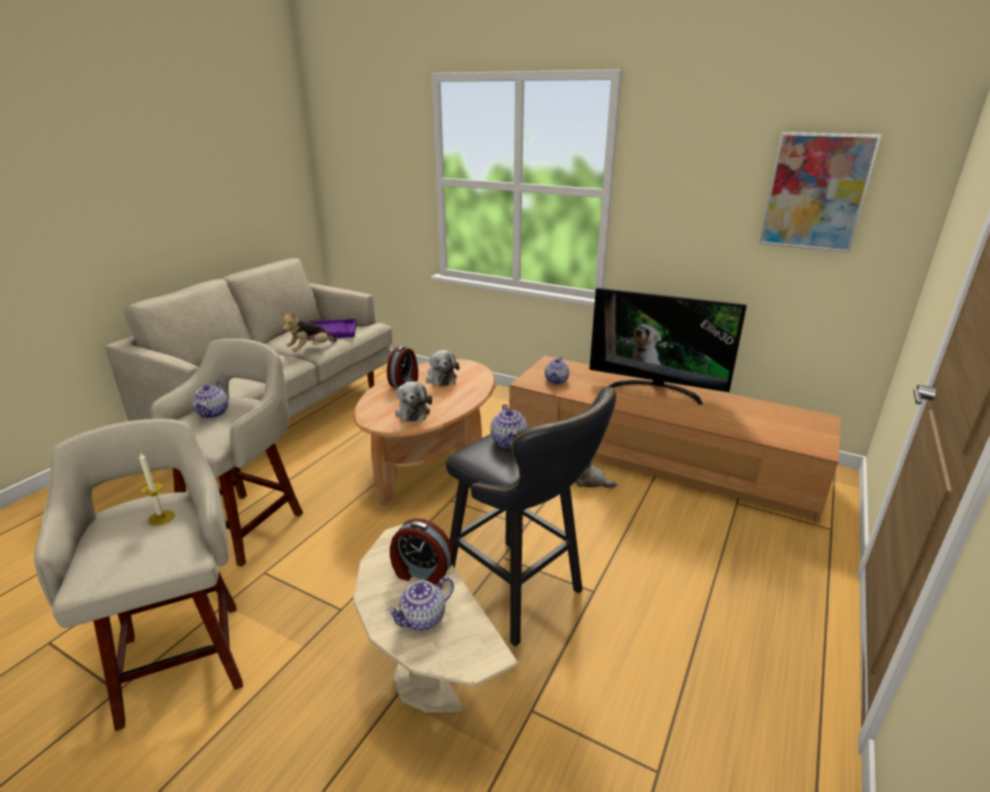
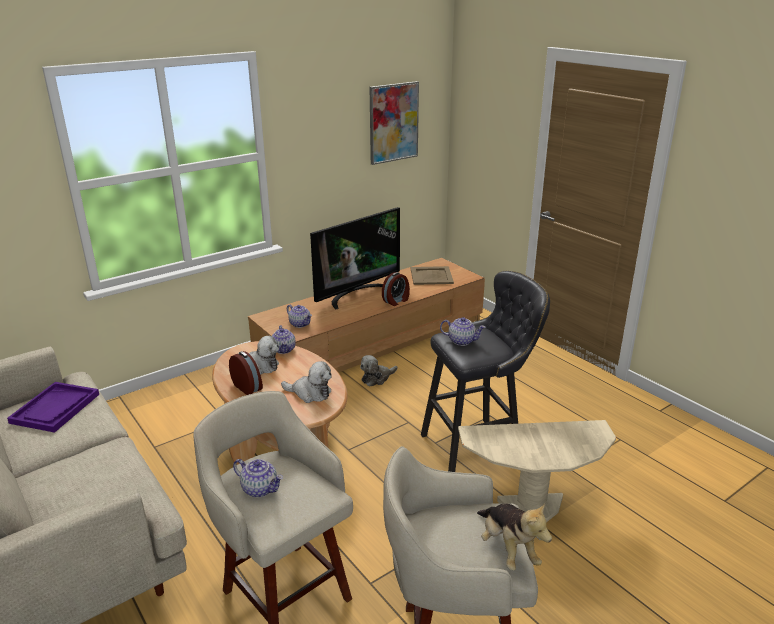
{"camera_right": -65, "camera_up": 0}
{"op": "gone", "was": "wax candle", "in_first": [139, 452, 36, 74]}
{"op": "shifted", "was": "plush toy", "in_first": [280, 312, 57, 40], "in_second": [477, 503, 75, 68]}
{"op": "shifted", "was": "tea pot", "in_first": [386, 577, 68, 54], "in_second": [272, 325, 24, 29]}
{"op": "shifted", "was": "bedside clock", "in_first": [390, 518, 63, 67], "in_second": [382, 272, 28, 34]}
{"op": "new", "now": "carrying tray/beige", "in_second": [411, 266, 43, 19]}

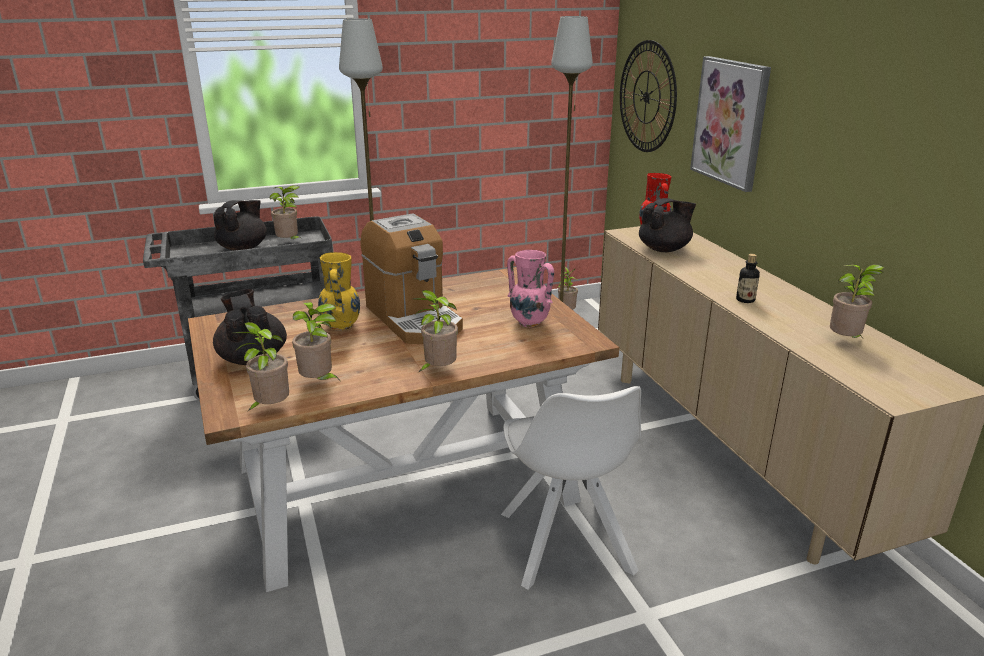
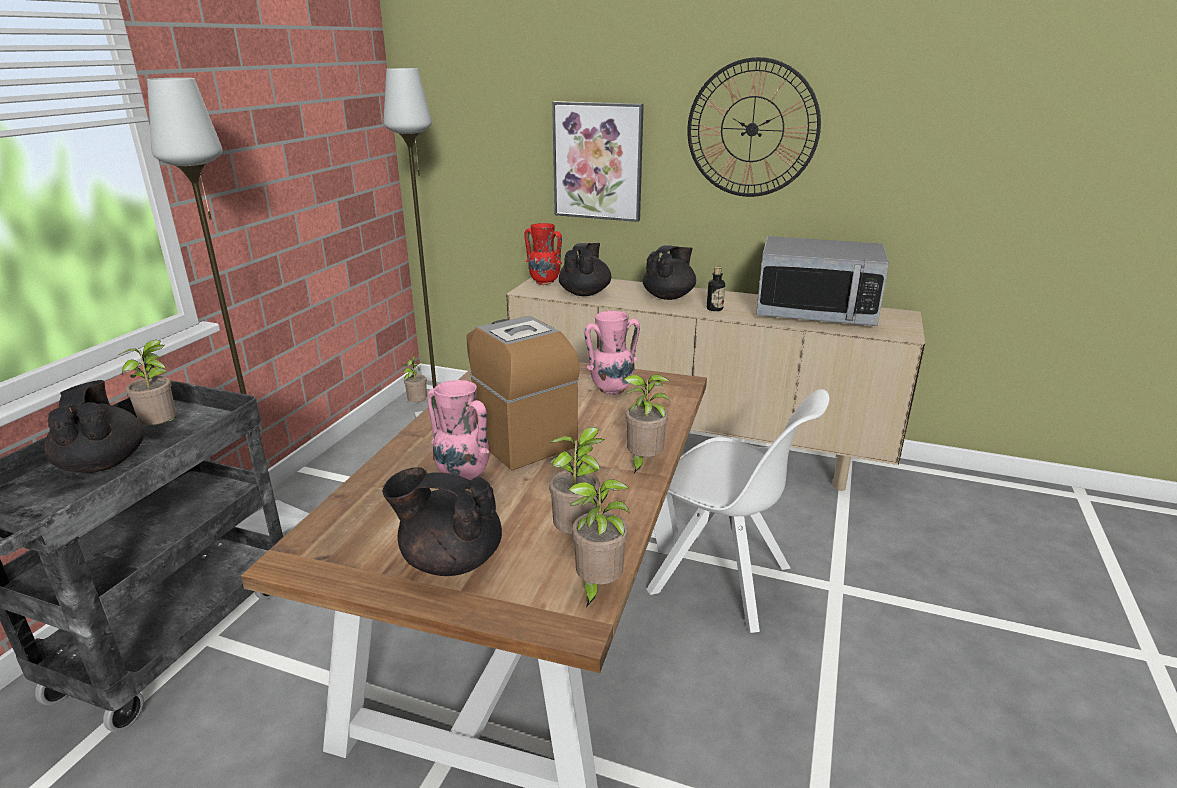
{"camera_right": -50, "camera_up": 0}
{"op": "repainted", "was": "decorative vase/yellow-coloured", "now": "decorative vase/pinkish", "in_first": [318, 252, 42, 78], "in_second": [427, 380, 62, 100]}
{"op": "rotated", "was": "coffee brewer", "in_first": [360, 213, 103, 131], "in_second": [466, 316, 114, 154], "clockwise": -135}
{"op": "shifted", "was": "hanging clock", "in_first": [620, 40, 57, 112], "in_second": [687, 57, 134, 140]}
{"op": "swapped", "was": "plant in a pot", "now": "microwave", "in_first": [830, 264, 54, 74], "in_second": [756, 236, 133, 90]}
{"op": "new", "now": "tea pot/black", "in_second": [643, 245, 53, 55]}

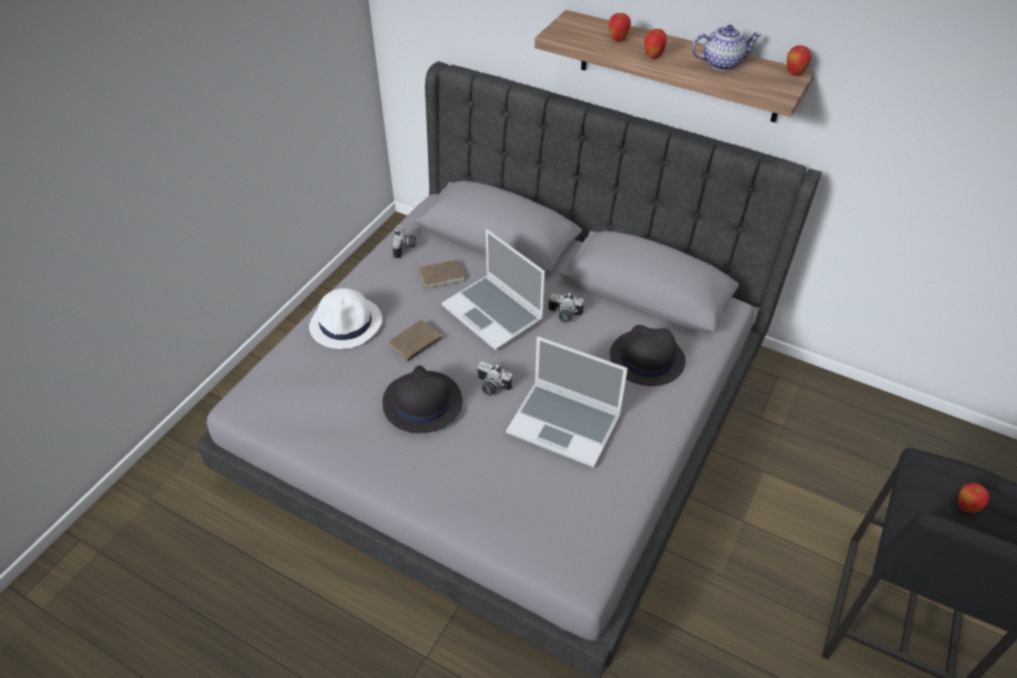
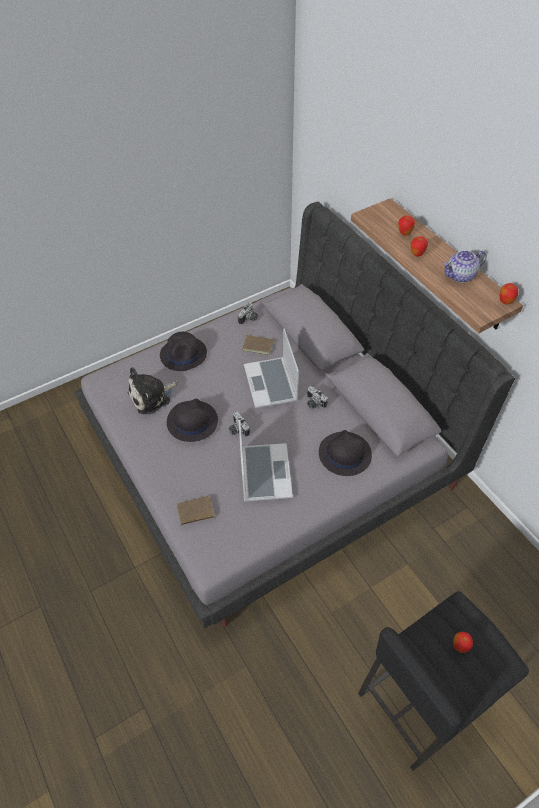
{"camera_right": 30, "camera_up": 5}
{"op": "repainted", "was": "hat/white-coloured", "now": "hat/black", "in_first": [309, 288, 73, 61], "in_second": [160, 332, 47, 39]}
{"op": "shifted", "was": "book/brownish", "in_first": [388, 319, 60, 42], "in_second": [176, 496, 40, 29]}
{"op": "rotated", "was": "portable computer", "in_first": [506, 336, 122, 132], "in_second": [239, 420, 54, 82], "clockwise": -150}
{"op": "rotated", "was": "tea pot", "in_first": [692, 25, 70, 46], "in_second": [442, 250, 45, 33], "clockwise": 135}
{"op": "new", "now": "plush toy", "in_second": [128, 367, 50, 47]}

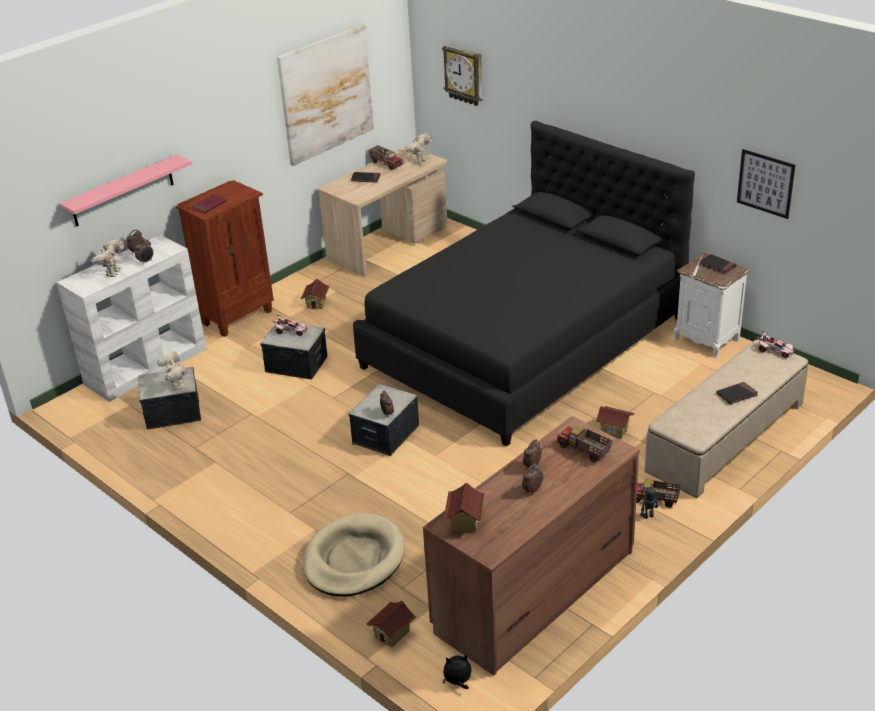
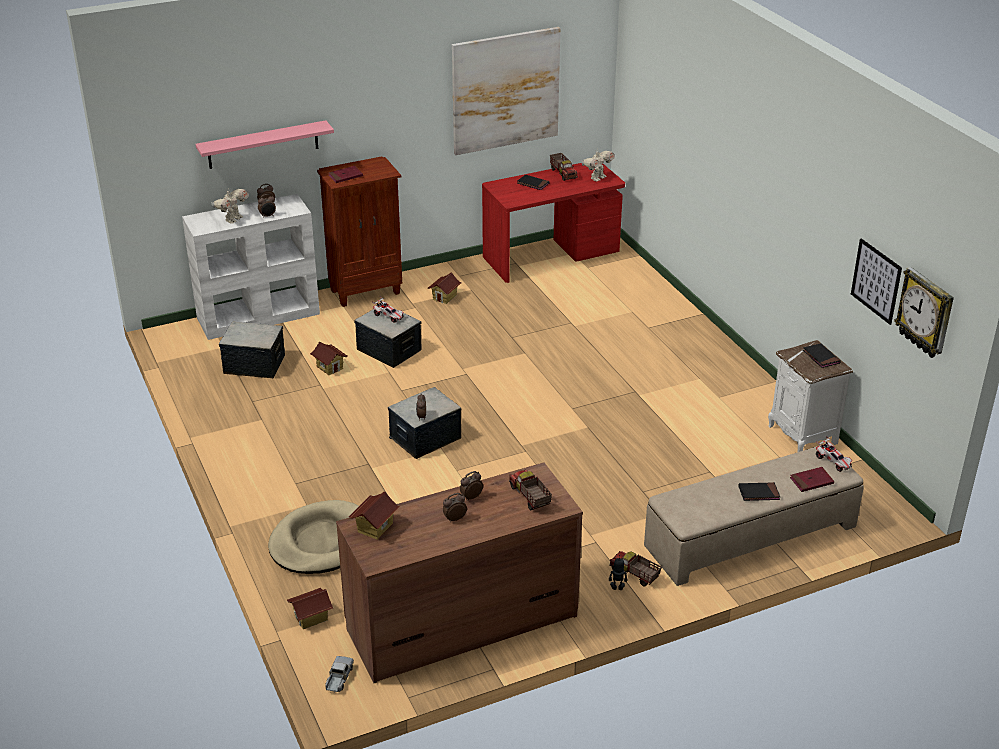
{"camera_right": 20, "camera_up": 0}
{"op": "gone", "was": "model robot", "in_first": [157, 351, 30, 39]}
{"op": "repainted", "was": "desk unit/beige", "now": "desk unit/reddish", "in_first": [319, 148, 128, 129], "in_second": [482, 163, 143, 120]}
{"op": "gone", "was": "sleeping bed/black", "in_first": [353, 121, 342, 326]}
{"op": "shifted", "was": "hanging clock", "in_first": [442, 45, 40, 61], "in_second": [894, 267, 60, 91]}
{"op": "swapped", "was": "plush toy", "now": "toy truck", "in_first": [443, 654, 28, 35], "in_second": [325, 656, 29, 37]}
{"op": "shifted", "was": "model house", "in_first": [595, 406, 39, 33], "in_second": [310, 342, 38, 33]}
{"op": "new", "now": "book/reddish", "in_second": [790, 467, 44, 25]}

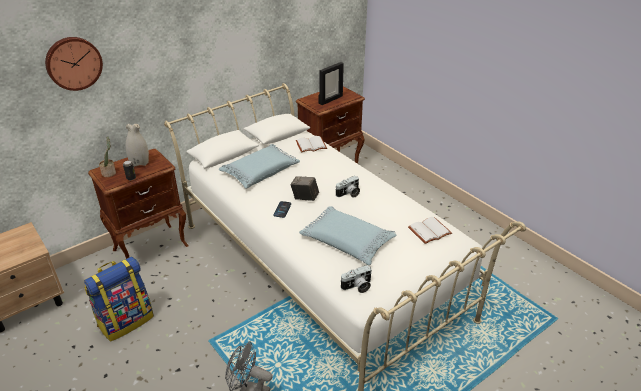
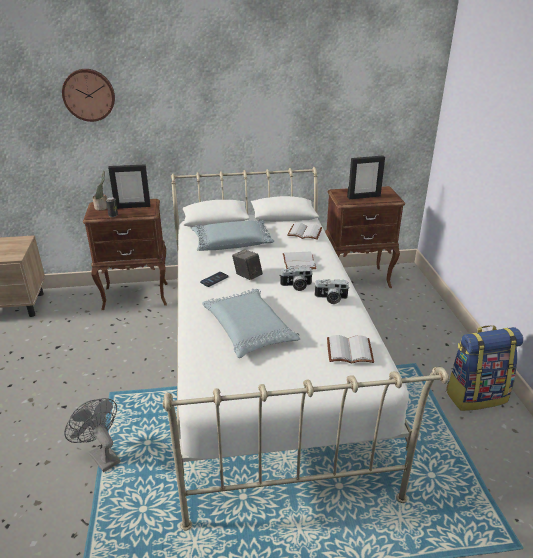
{"camera_right": 30, "camera_up": -5}
{"op": "shifted", "was": "backpack", "in_first": [84, 257, 70, 84], "in_second": [446, 325, 77, 86]}
{"op": "swapped", "was": "decorative vase/white-coloured", "now": "standing frame", "in_first": [126, 123, 23, 44], "in_second": [108, 164, 43, 45]}
{"op": "shifted", "was": "photo camera", "in_first": [340, 265, 32, 28], "in_second": [314, 279, 36, 25]}
{"op": "new", "now": "book/white-coloured", "in_second": [283, 252, 34, 17]}

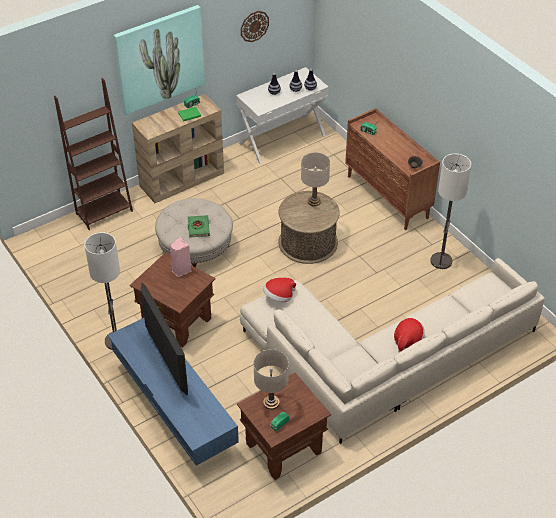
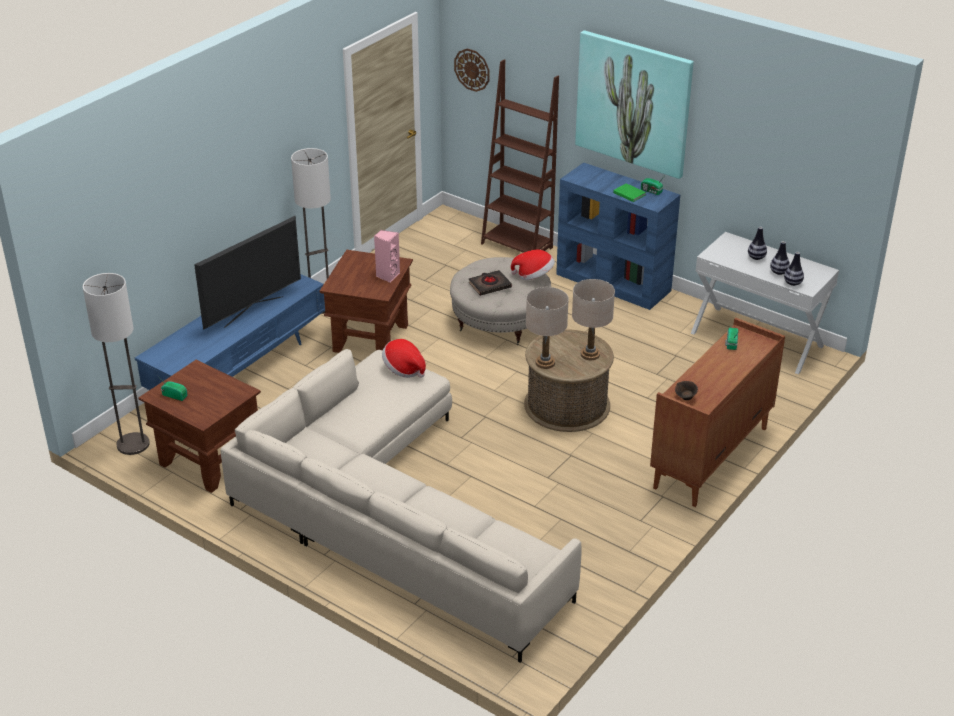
{"camera_right": 70, "camera_up": -10}
{"op": "repainted", "was": "shelving unit/brownish", "now": "shelving unit/bluish", "in_first": [132, 94, 92, 109], "in_second": [556, 162, 124, 148]}
{"op": "repainted", "was": "book/greenish", "now": "book/black", "in_first": [188, 215, 22, 23], "in_second": [468, 270, 44, 26]}
{"op": "shifted", "was": "hanging clock", "in_first": [241, 11, 28, 31], "in_second": [454, 49, 36, 43]}
{"op": "shifted", "was": "table lamp/beige", "in_first": [254, 349, 35, 61], "in_second": [526, 287, 43, 82]}
{"op": "shifted", "was": "hat", "in_first": [394, 318, 31, 35], "in_second": [511, 250, 44, 30]}
{"op": "shifted", "was": "standing lamp", "in_first": [430, 154, 41, 115], "in_second": [83, 273, 67, 182]}

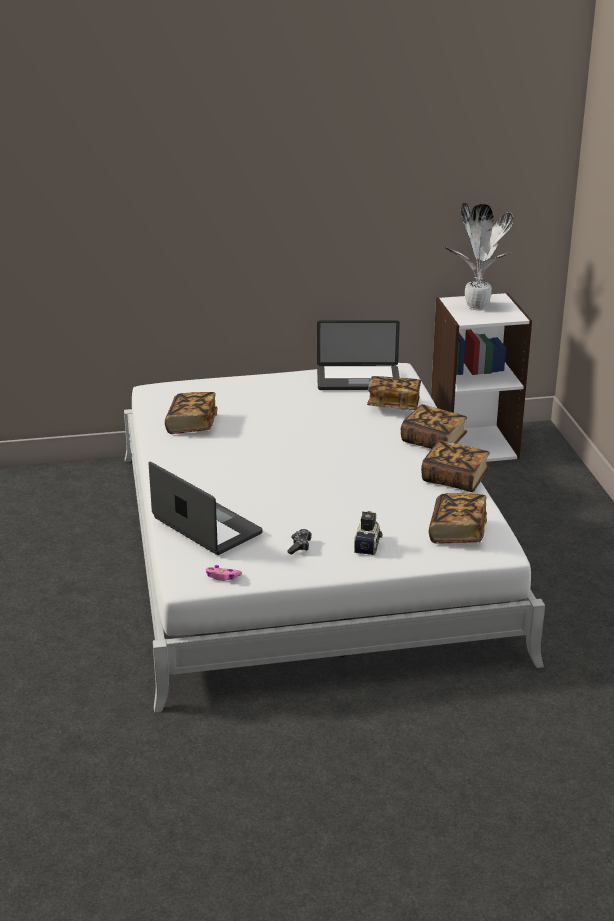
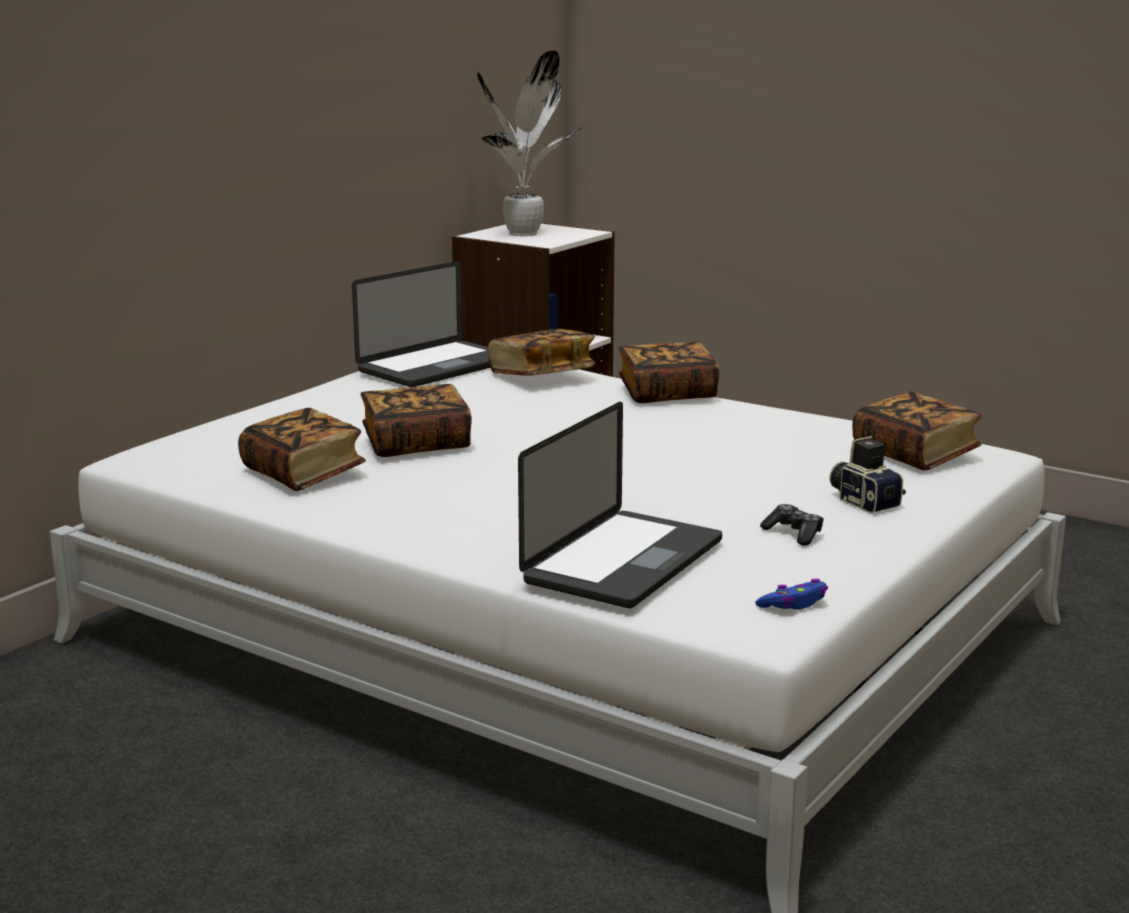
{"camera_right": -45, "camera_up": -10}
{"op": "rotated", "was": "portable computer", "in_first": [149, 462, 114, 93], "in_second": [518, 402, 204, 206], "clockwise": 120}
{"op": "repainted", "was": "joypad/pinkish", "now": "joypad/bluish", "in_first": [206, 565, 36, 16], "in_second": [755, 579, 73, 31]}
{"op": "shifted", "was": "book", "in_first": [421, 440, 69, 52], "in_second": [360, 384, 112, 73]}

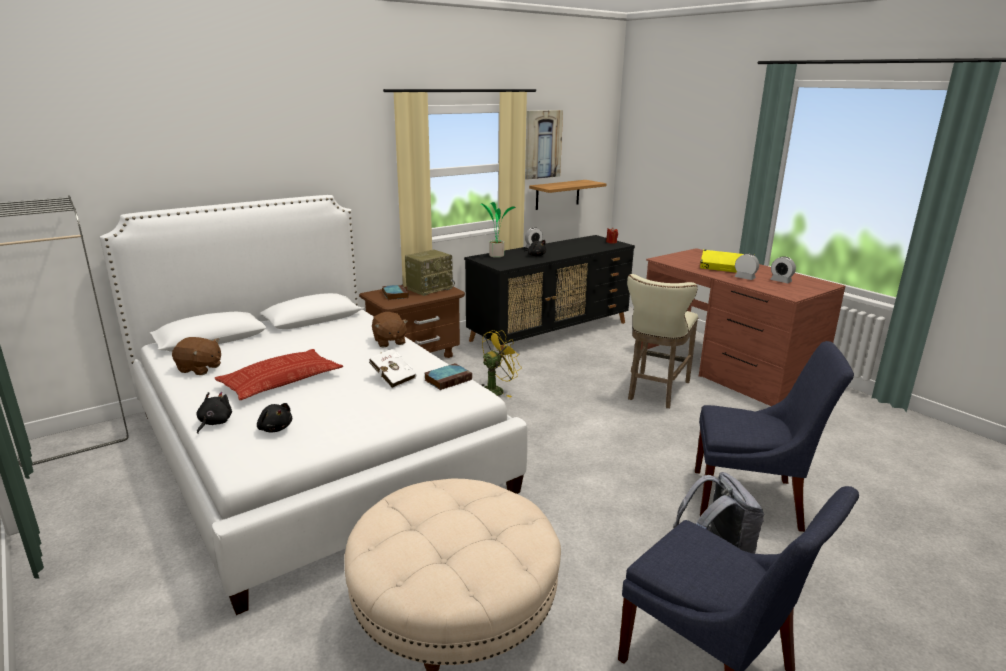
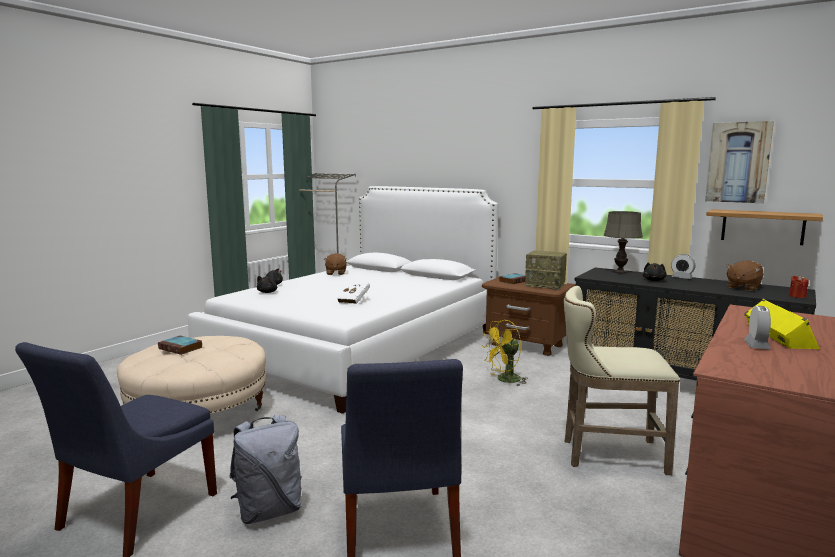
{"camera_right": 70, "camera_up": -10}
{"op": "gone", "was": "pillow", "in_first": [215, 349, 128, 51]}
{"op": "shifted", "was": "plush toy/brownish", "in_first": [372, 312, 36, 36], "in_second": [726, 261, 38, 30]}
{"op": "shifted", "was": "book", "in_first": [425, 363, 47, 27], "in_second": [158, 336, 45, 19]}
{"op": "swapped", "was": "plant in a pot", "now": "table lamp/grey", "in_first": [480, 202, 36, 56], "in_second": [603, 211, 40, 63]}
{"op": "rotated", "was": "fan/yellow-coloured", "in_first": [481, 330, 41, 67], "in_second": [483, 320, 45, 66], "clockwise": 120}
{"op": "gone", "was": "bedside clock", "in_first": [770, 256, 26, 27]}

